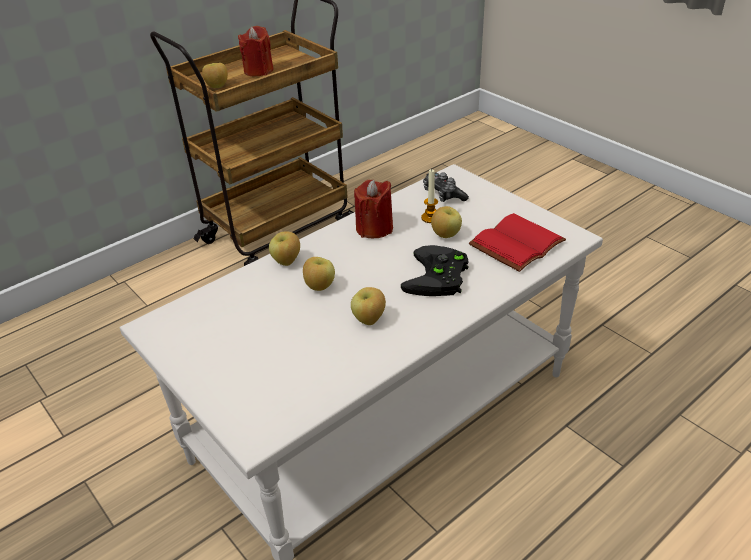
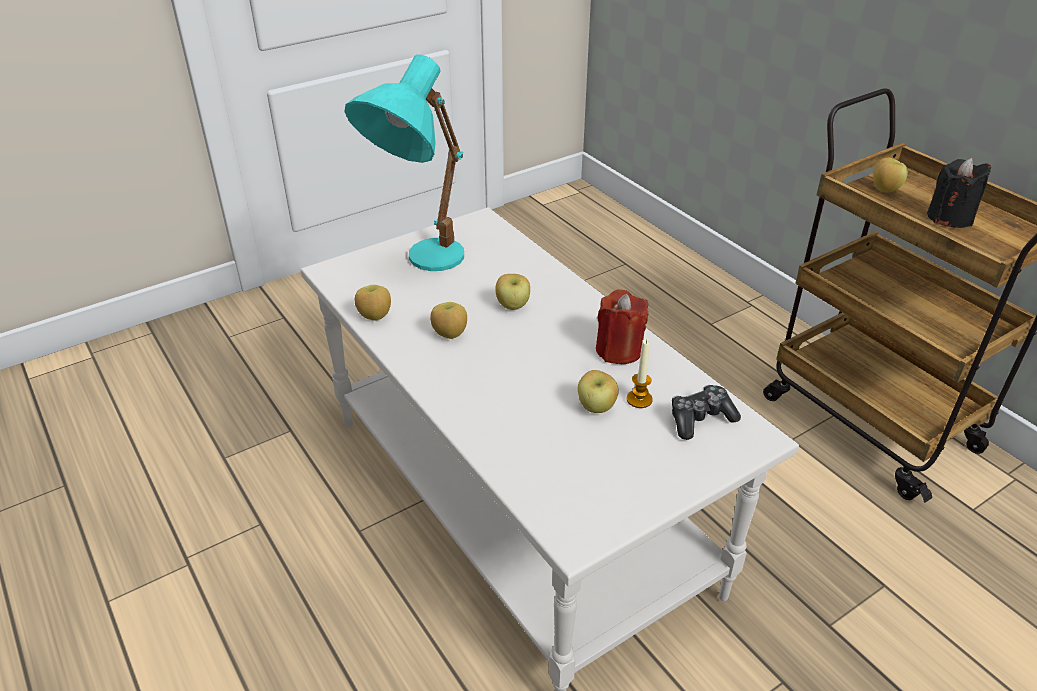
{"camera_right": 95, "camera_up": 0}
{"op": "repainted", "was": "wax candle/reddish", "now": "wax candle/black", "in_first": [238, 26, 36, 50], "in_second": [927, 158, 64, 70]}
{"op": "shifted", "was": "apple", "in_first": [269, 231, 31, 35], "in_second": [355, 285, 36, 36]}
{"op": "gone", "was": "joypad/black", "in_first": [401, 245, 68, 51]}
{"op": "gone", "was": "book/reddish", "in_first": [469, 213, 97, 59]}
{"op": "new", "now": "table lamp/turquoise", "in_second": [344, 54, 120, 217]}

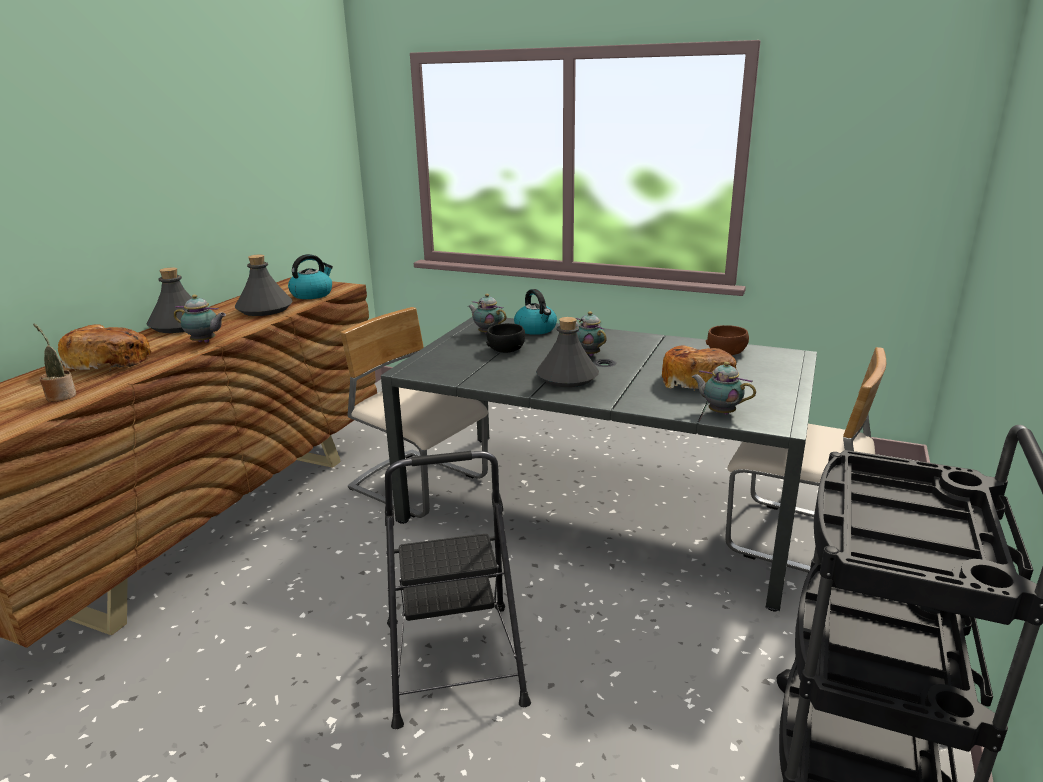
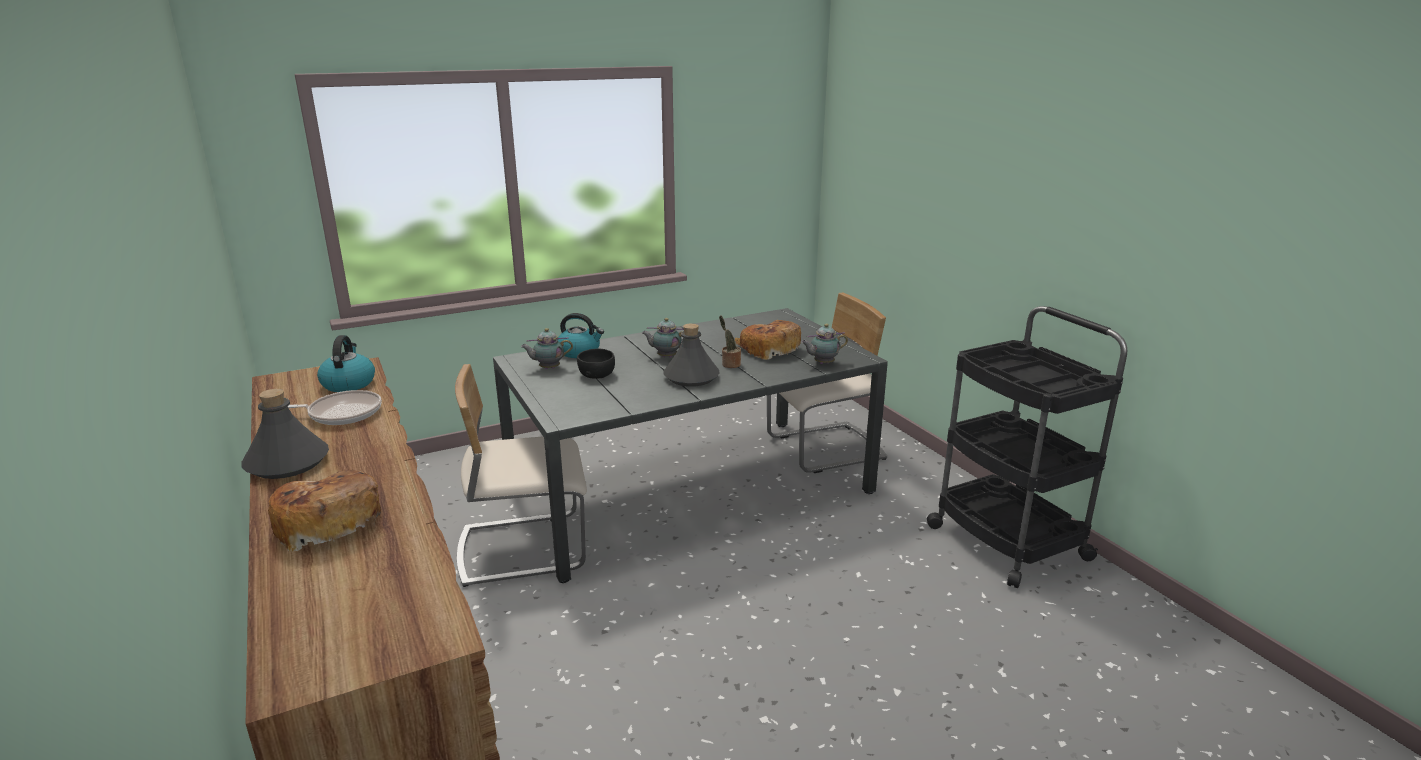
{"camera_right": -50, "camera_up": 0}
{"op": "shifted", "was": "plant in a pot", "in_first": [33, 323, 43, 79], "in_second": [719, 315, 22, 53]}
{"op": "gone", "was": "tea pot", "in_first": [174, 294, 52, 49]}
{"op": "swapped", "was": "bottle/grey", "now": "frying pan", "in_first": [235, 255, 58, 61], "in_second": [287, 390, 95, 35]}
{"op": "gone", "was": "step stool/black", "in_first": [385, 451, 146, 278]}
{"op": "gone", "was": "serving bowl/brownish", "in_first": [706, 325, 43, 30]}

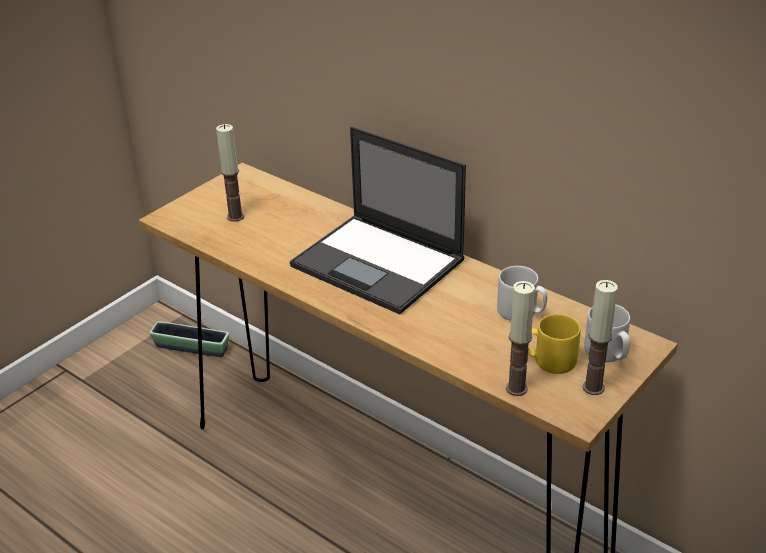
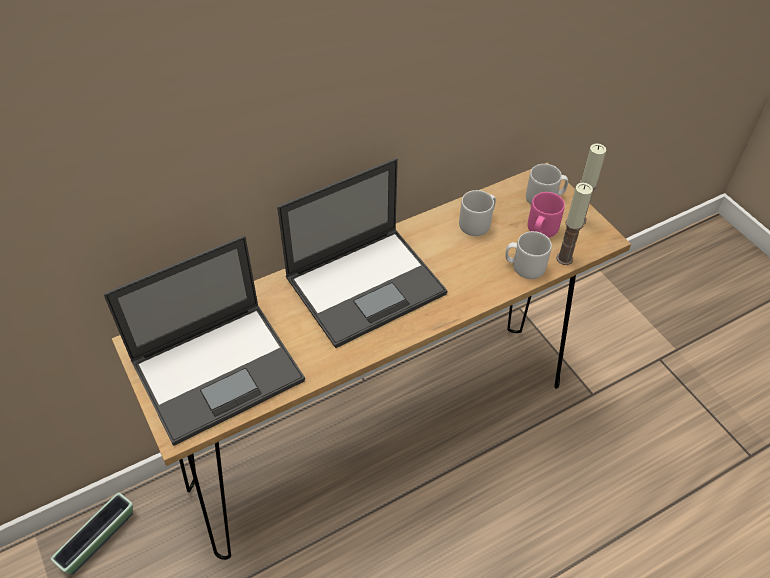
{"camera_right": -70, "camera_up": 15}
{"op": "swapped", "was": "wax candle", "now": "portable computer", "in_first": [216, 124, 28, 98], "in_second": [103, 235, 202, 211]}
{"op": "repainted", "was": "mug/yellow-coloured", "now": "mug/pinkish", "in_first": [528, 314, 53, 60], "in_second": [528, 192, 37, 46]}
{"op": "new", "now": "mug/grey", "in_second": [505, 231, 47, 48]}

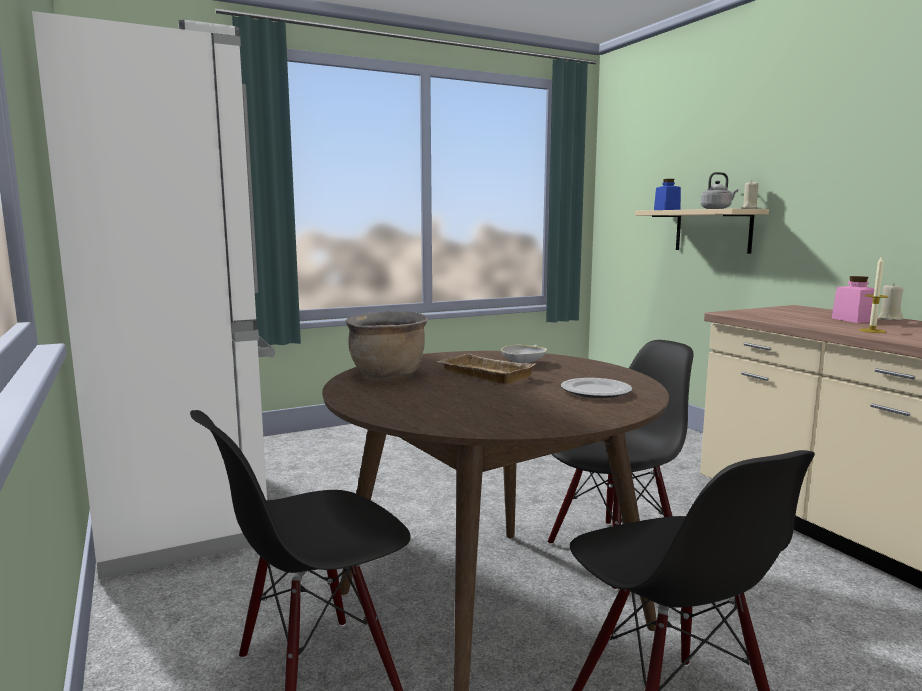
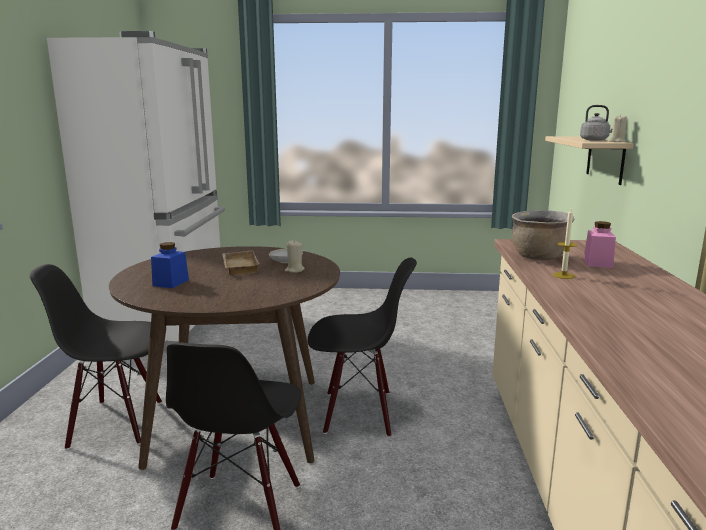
{"camera_right": 30, "camera_up": 5}
{"op": "shifted", "was": "stockpot/brownish", "in_first": [345, 311, 83, 68], "in_second": [512, 210, 62, 50]}
{"op": "gone", "was": "flat dish", "in_first": [561, 378, 71, 20]}
{"op": "shifted", "was": "jar/bluish", "in_first": [654, 179, 27, 31], "in_second": [151, 242, 38, 46]}
{"op": "shifted", "was": "wax candle/beige", "in_first": [877, 283, 26, 37], "in_second": [285, 240, 20, 33]}

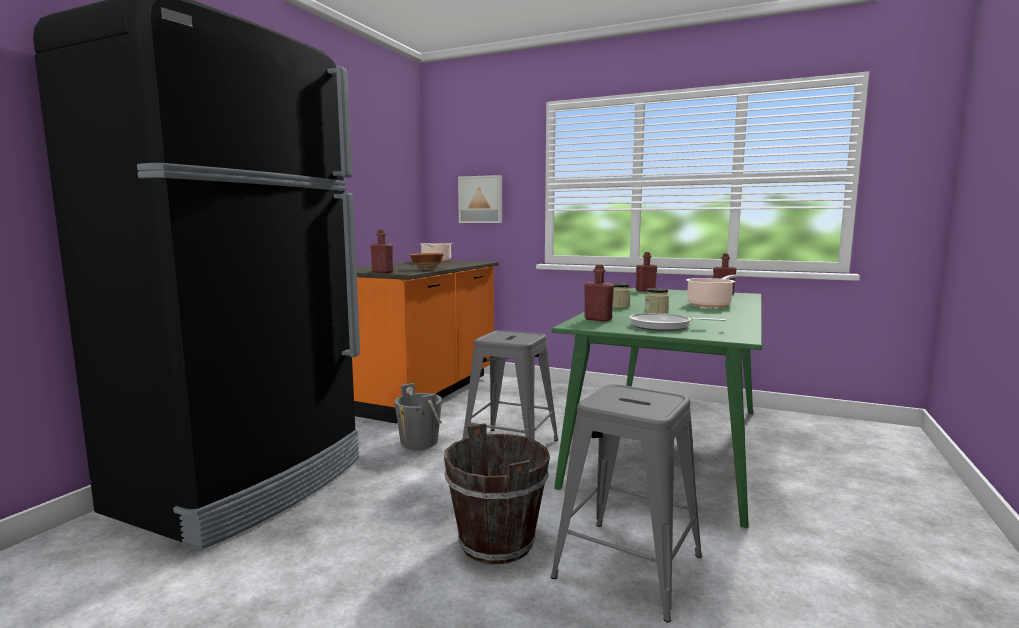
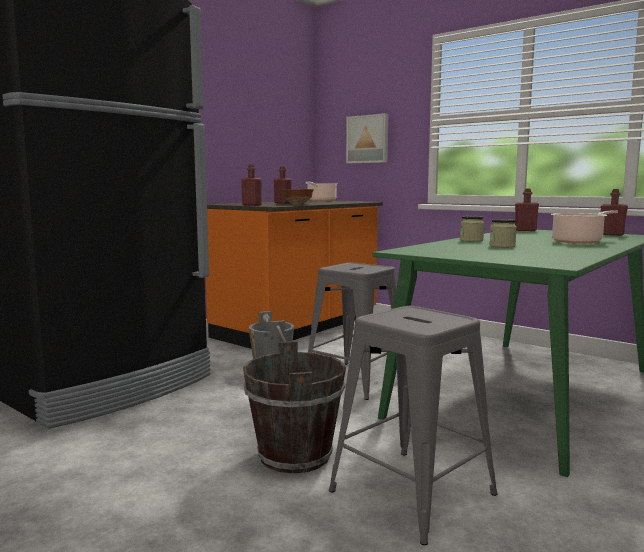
{"camera_right": 15, "camera_up": 0}
{"op": "shifted", "was": "bottle/reddish", "in_first": [584, 264, 30, 58], "in_second": [274, 166, 18, 38]}
{"op": "gone", "was": "frying pan", "in_first": [630, 313, 96, 18]}

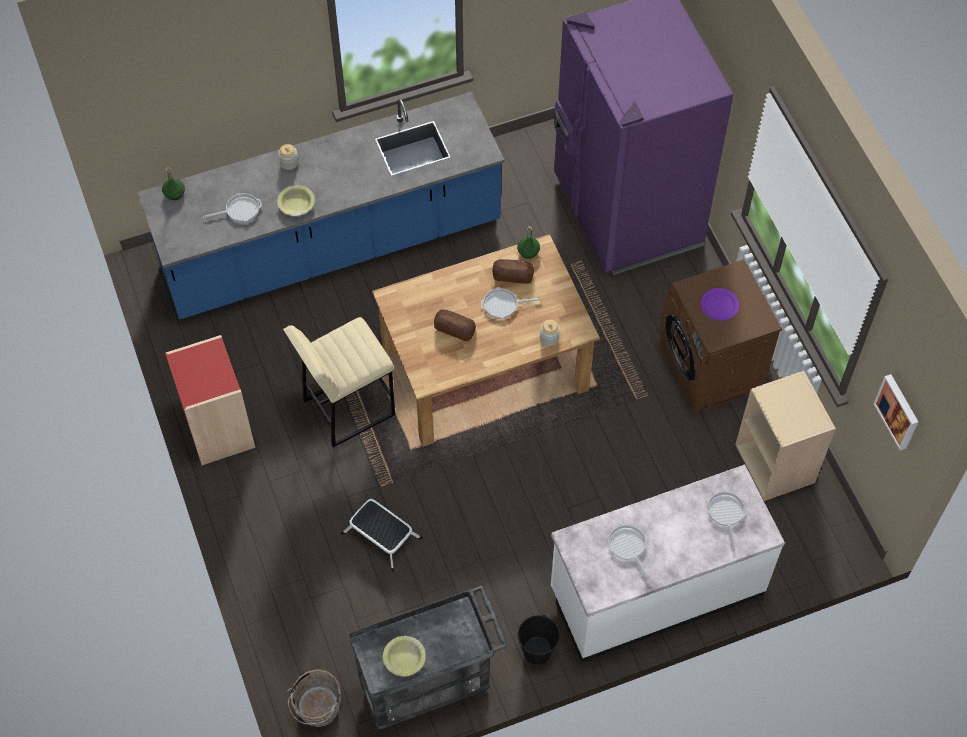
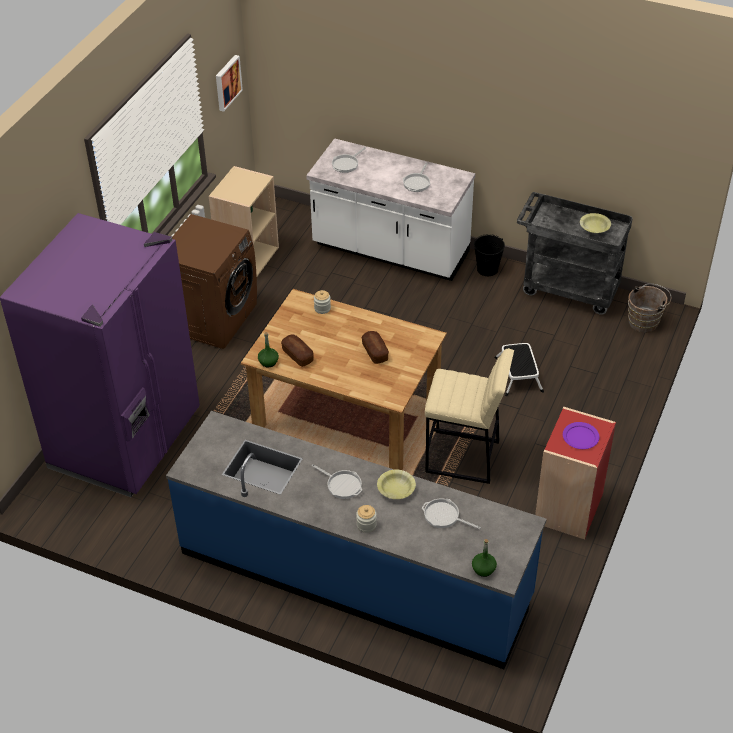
{"camera_right": -135, "camera_up": -15}
{"op": "shifted", "was": "frying pan", "in_first": [481, 287, 60, 32], "in_second": [312, 464, 50, 35]}
{"op": "shifted", "was": "flat dish/purple-coloured", "in_first": [701, 288, 38, 33], "in_second": [563, 422, 36, 27]}

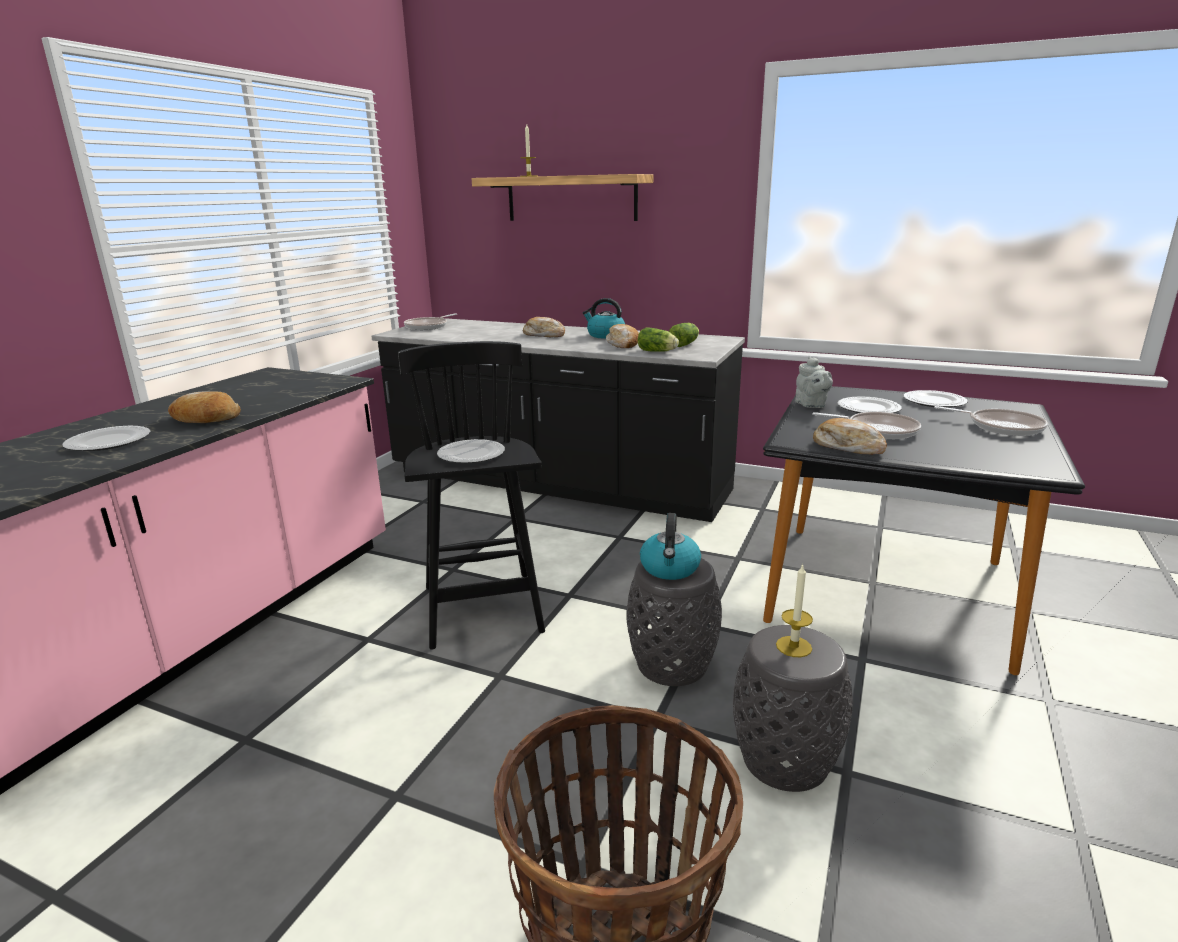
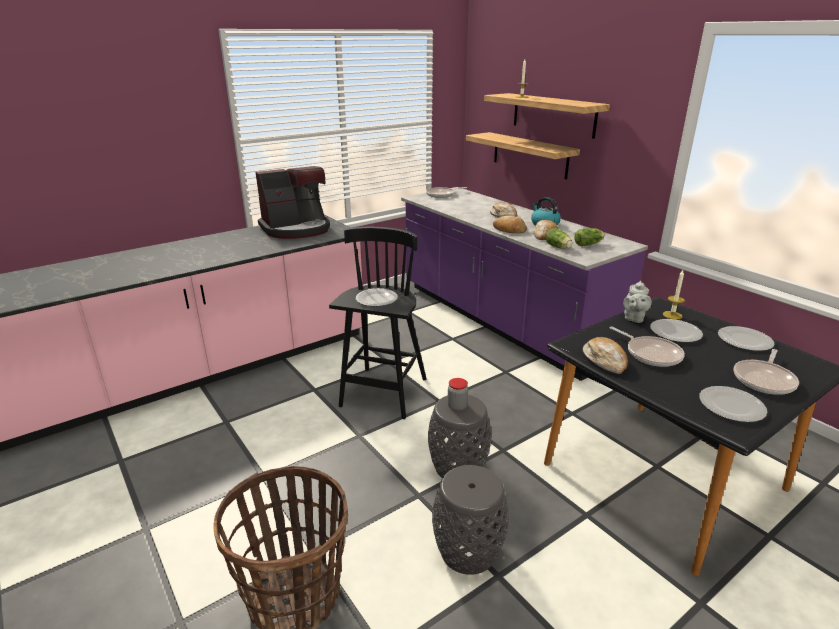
{"camera_right": 30, "camera_up": 5}
{"op": "shifted", "was": "flat dish", "in_first": [63, 426, 87, 25], "in_second": [699, 386, 69, 36]}
{"op": "shifted", "was": "bakery bread", "in_first": [168, 391, 73, 32], "in_second": [493, 216, 34, 17]}
{"op": "repainted", "was": "kitchen counter/black", "now": "kitchen counter/purple-coloured", "in_first": [371, 318, 374, 204], "in_second": [401, 187, 247, 194]}
{"op": "swapped", "was": "kettle", "now": "jar", "in_first": [640, 513, 61, 67], "in_second": [448, 378, 20, 33]}
{"op": "shifted", "was": "wax candle", "in_first": [776, 563, 37, 94], "in_second": [663, 270, 22, 50]}
{"op": "rotated", "was": "frying pan", "in_first": [934, 406, 114, 30], "in_second": [733, 349, 66, 46], "clockwise": 60}
{"op": "new", "now": "coffee brewer", "in_second": [256, 166, 74, 73]}
{"op": "new", "now": "wall shelf", "in_second": [466, 132, 114, 47]}

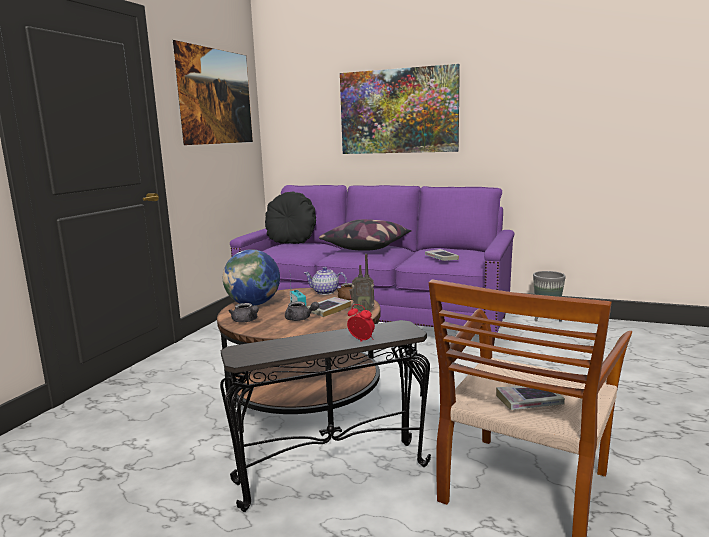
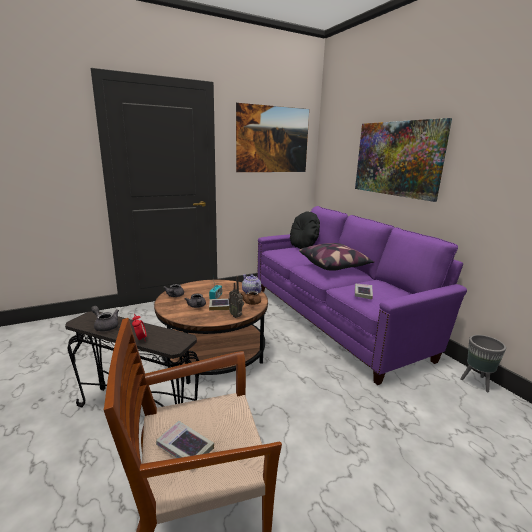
{"camera_right": 40, "camera_up": 5}
{"op": "gone", "was": "globe", "in_first": [223, 249, 57, 57]}
{"op": "new", "now": "tea pot/grey", "in_second": [91, 306, 28, 26]}

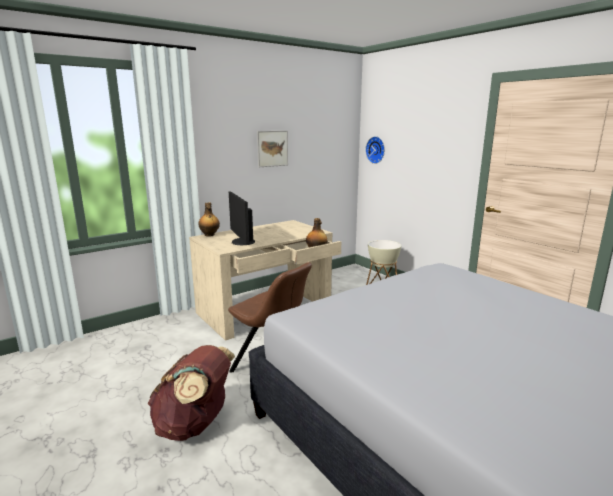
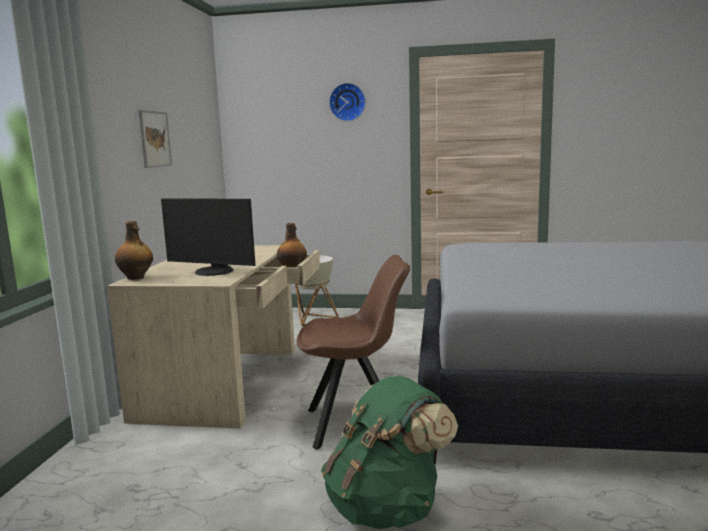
{"camera_right": -45, "camera_up": -5}
{"op": "repainted", "was": "backpack/brownish", "now": "backpack/greenish", "in_first": [148, 345, 87, 96], "in_second": [321, 375, 137, 154]}
{"op": "shifted", "was": "hanging clock", "in_first": [365, 136, 20, 28], "in_second": [329, 83, 37, 38]}

